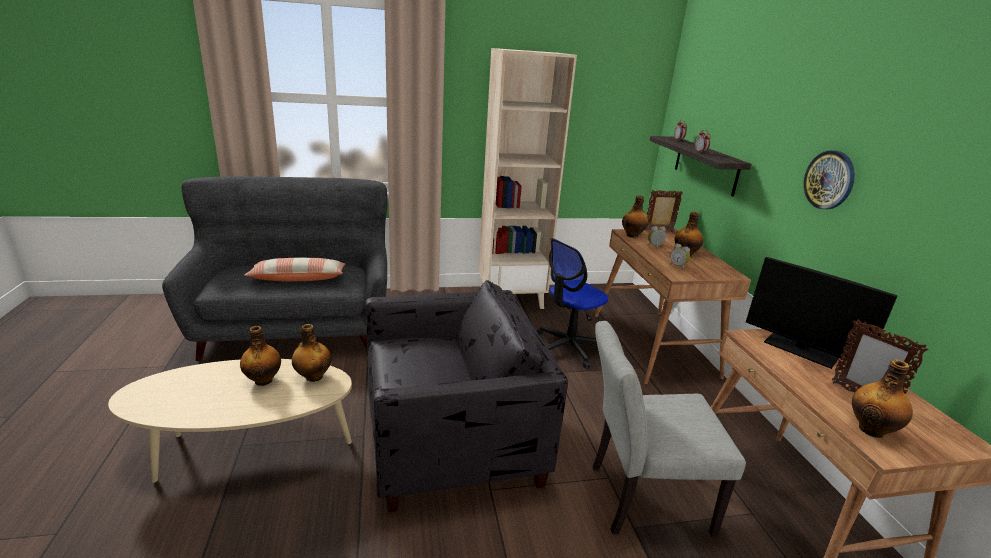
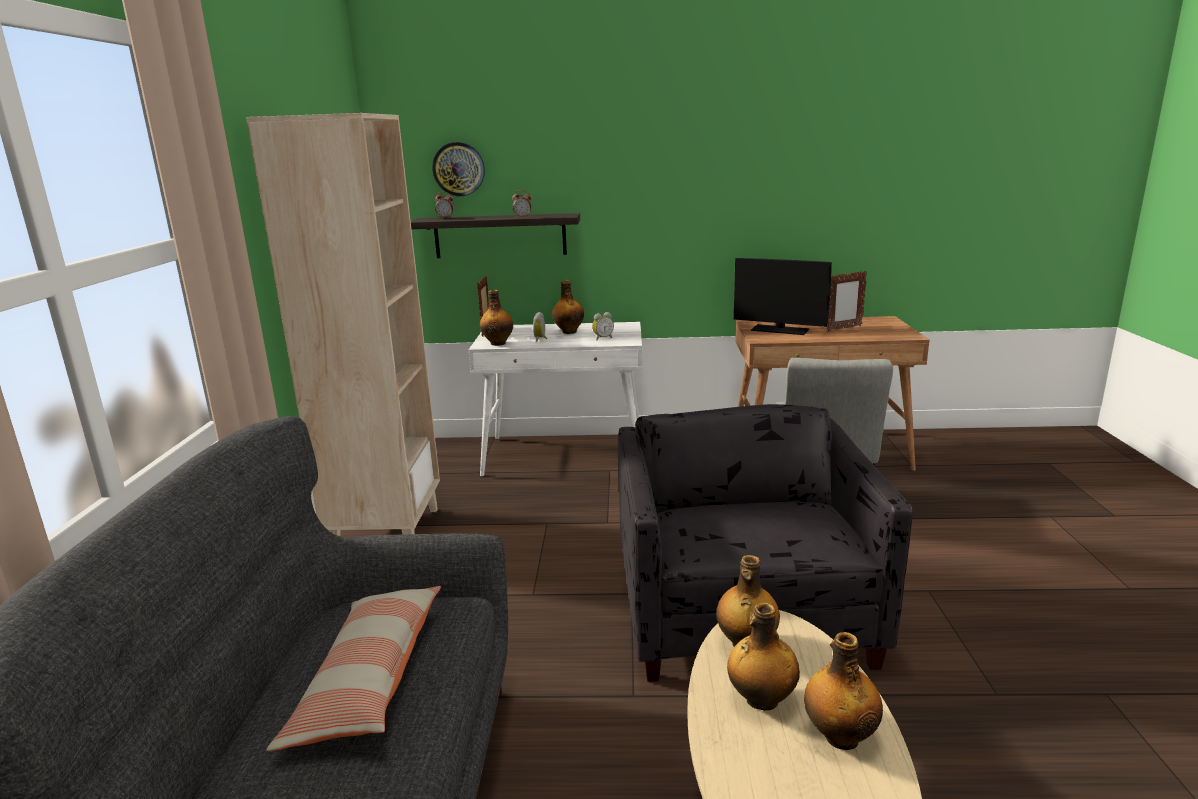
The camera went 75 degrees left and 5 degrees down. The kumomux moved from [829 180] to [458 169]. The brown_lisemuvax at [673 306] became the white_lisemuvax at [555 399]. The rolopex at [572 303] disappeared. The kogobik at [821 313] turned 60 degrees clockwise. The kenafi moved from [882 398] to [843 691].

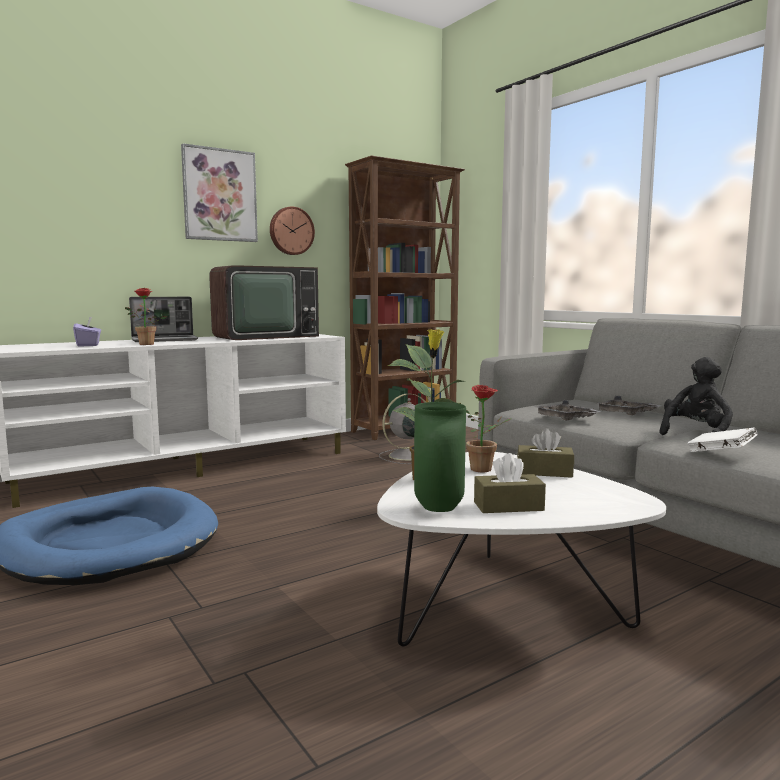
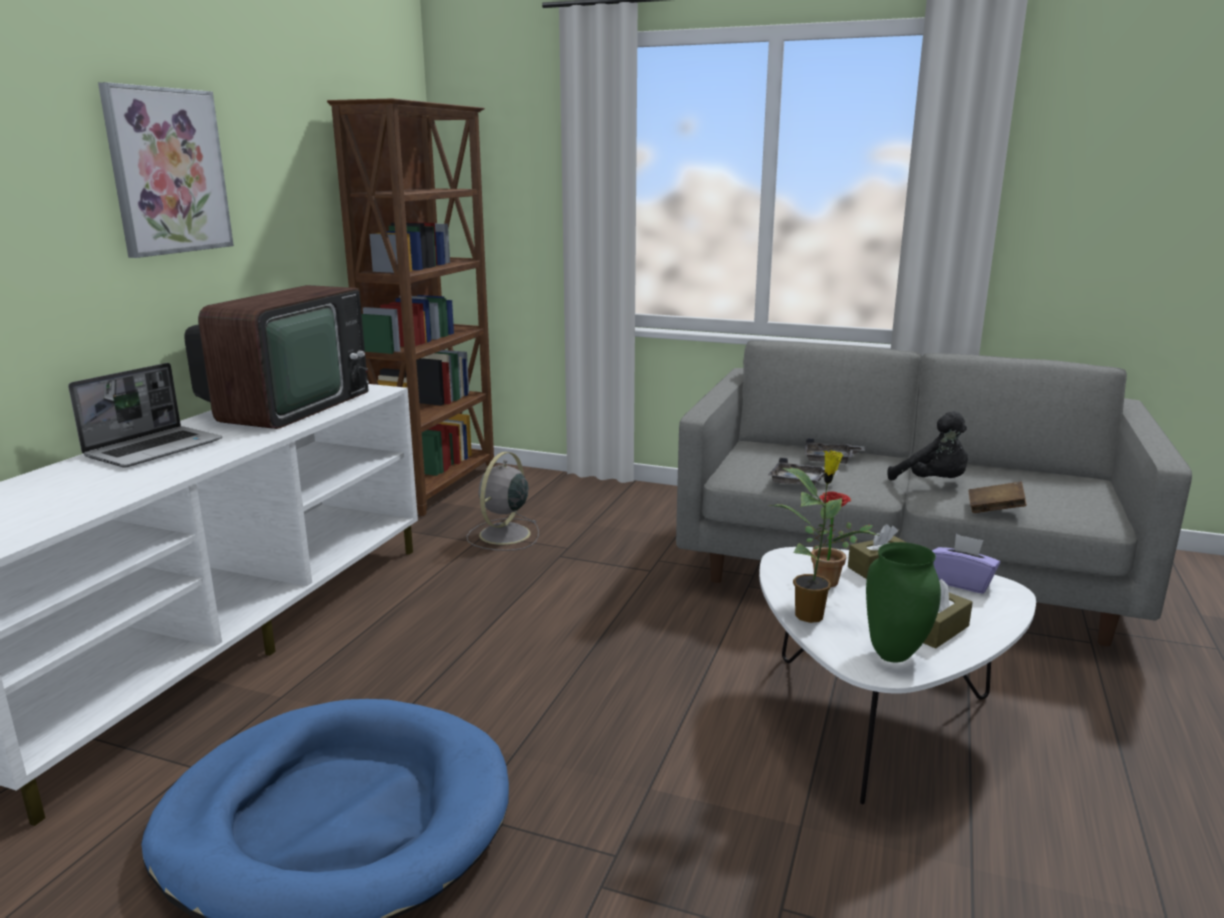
The camera went 35 degrees left and 10 degrees up. The kumomux at [292 230] disappeared. The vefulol at [146 316] disappeared. The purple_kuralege moved from [87 332] to [966 564]. The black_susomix at [696 396] turned 135 degrees clockwise. The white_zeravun at [722 439] became the brown_zeravun at [998 497].

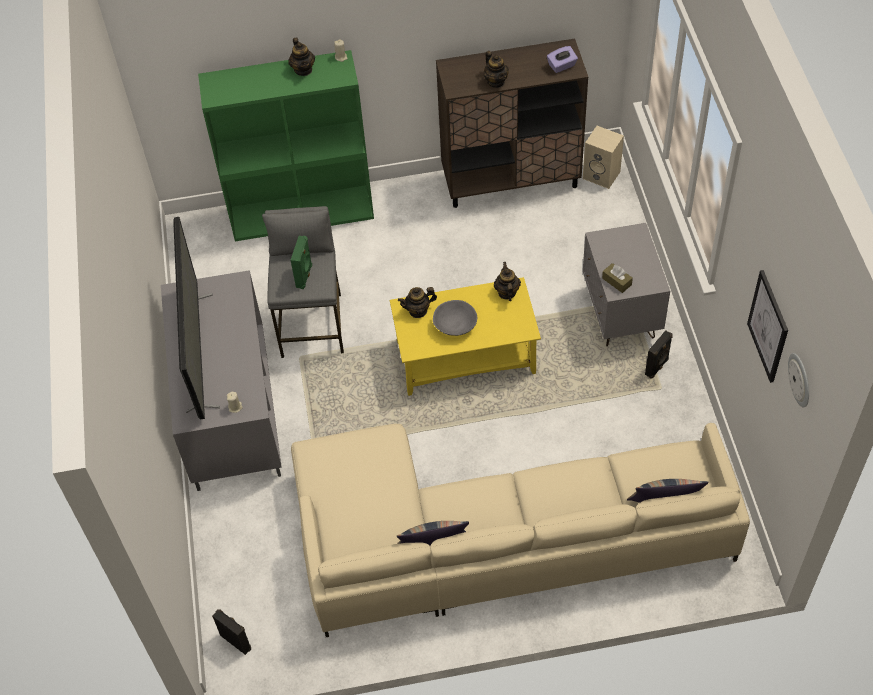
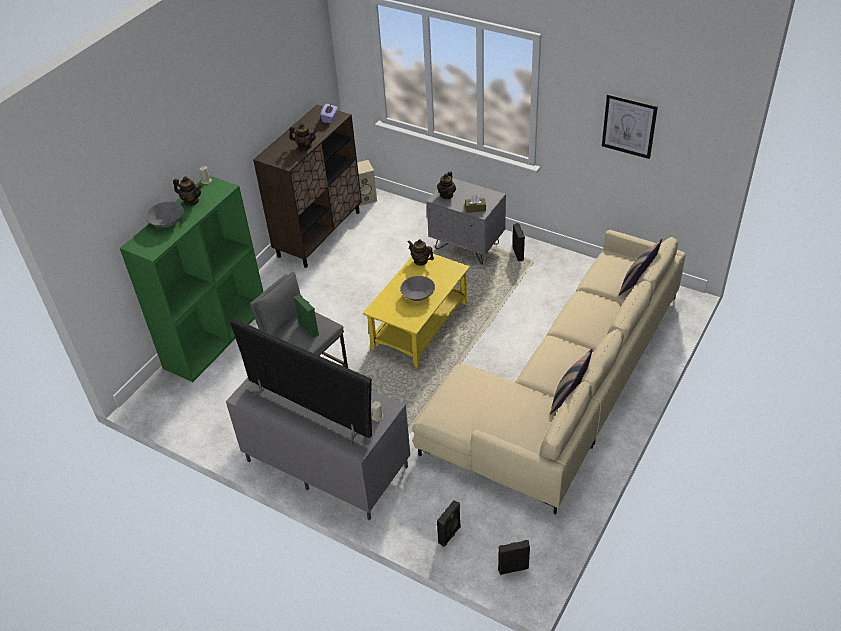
The camera went 50 degrees left and 10 degrees down. The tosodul moved from [417 302] to [446 185]. The kumomux at [798 380] disappeared. The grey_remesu at [164 214] appeared. The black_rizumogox at [449 523] appeared.

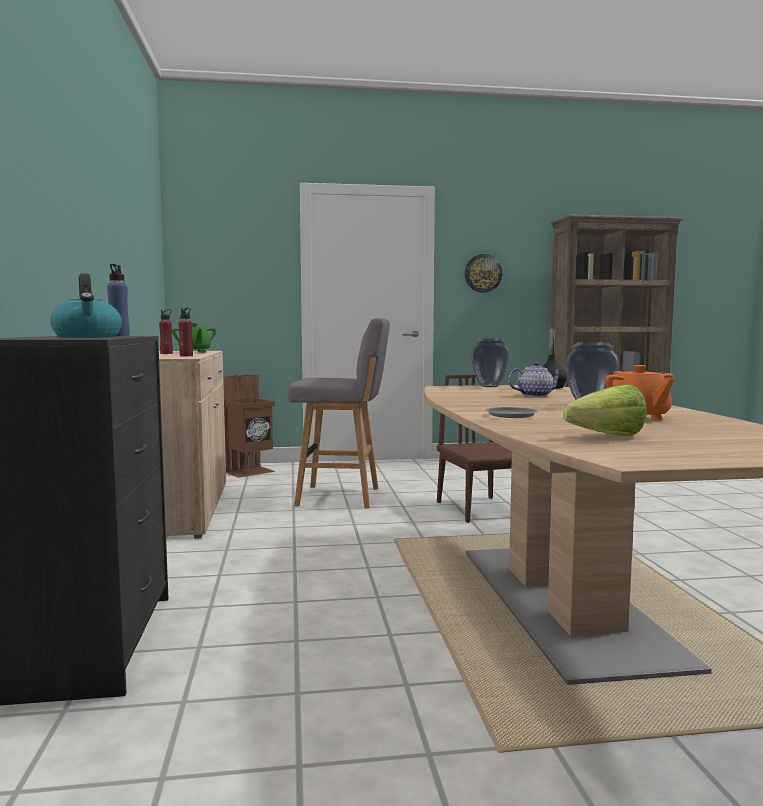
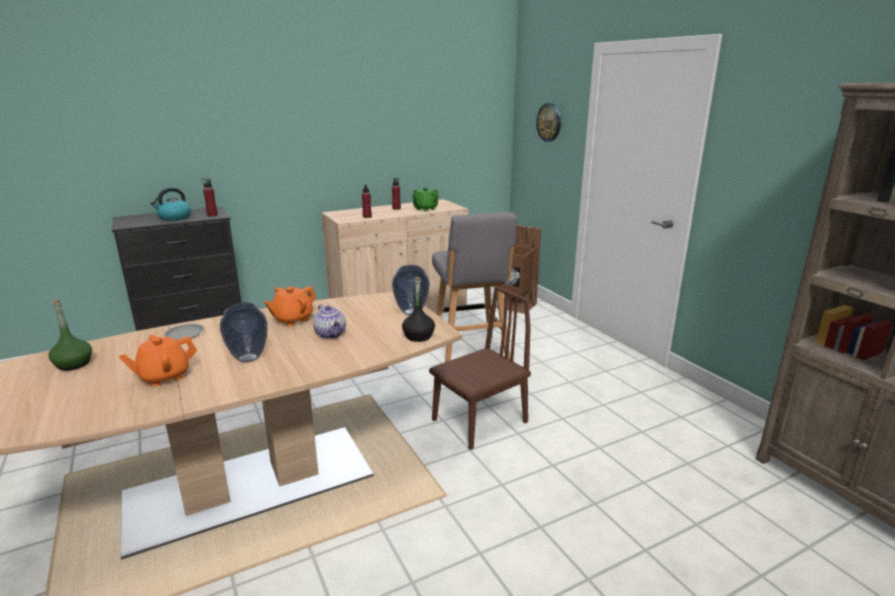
The camera went 70 degrees right and 15 degrees up. The kumomux moved from [483 273] to [548 122]. The blue_kenafi at [118 300] became the red_kenafi at [209 197]. The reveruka at [605 410] was replaced by the green_kenafi at [70 335]. The orange_tosodul at [290 306] appeared.

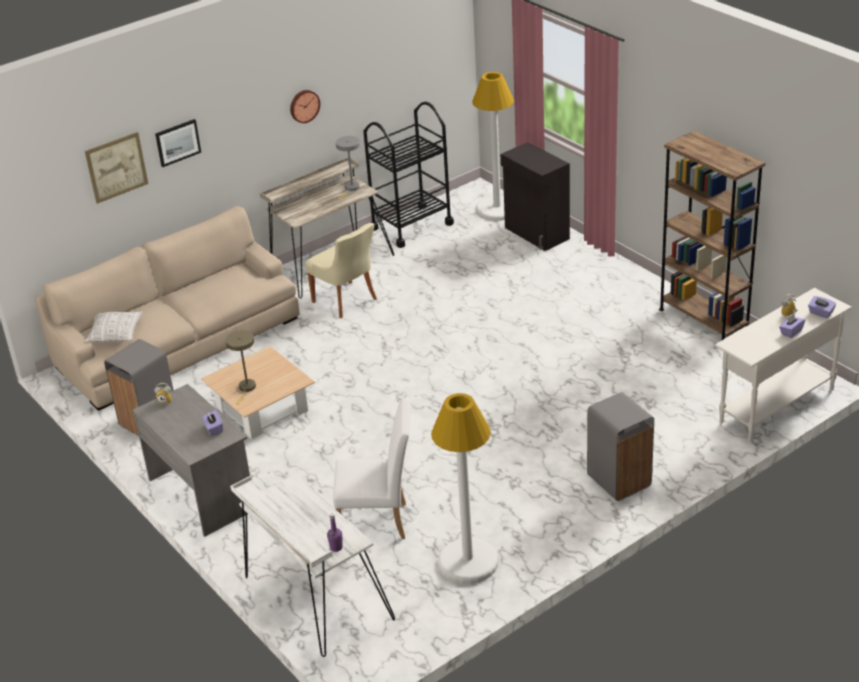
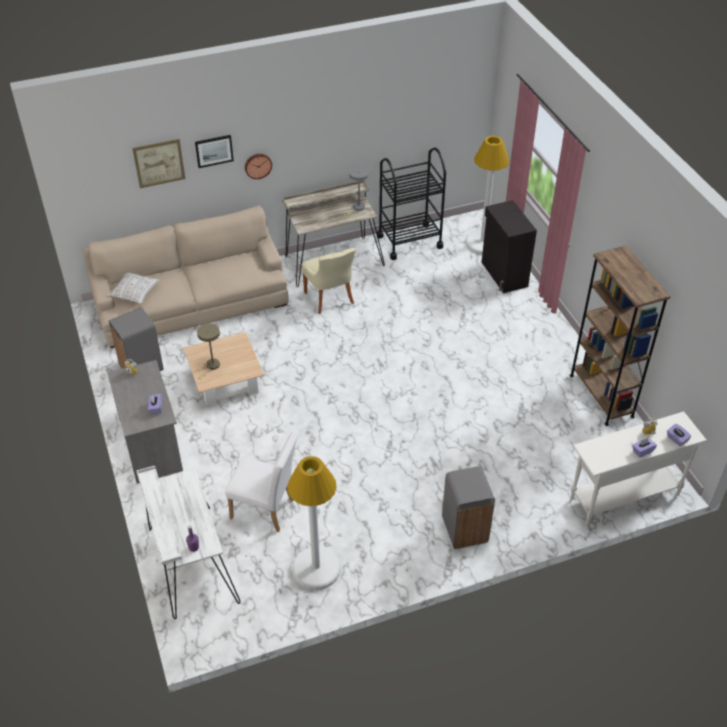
The camera went 15 degrees right and 10 degrees up. The kumomux moved from [305 106] to [258 166].

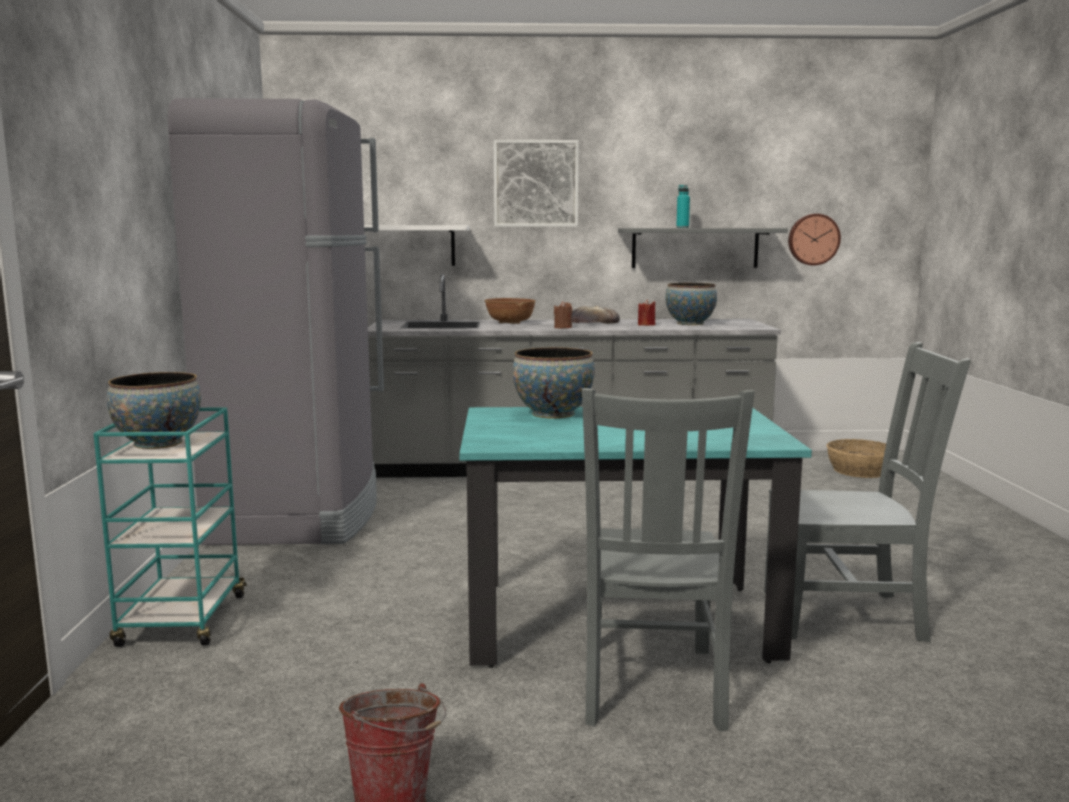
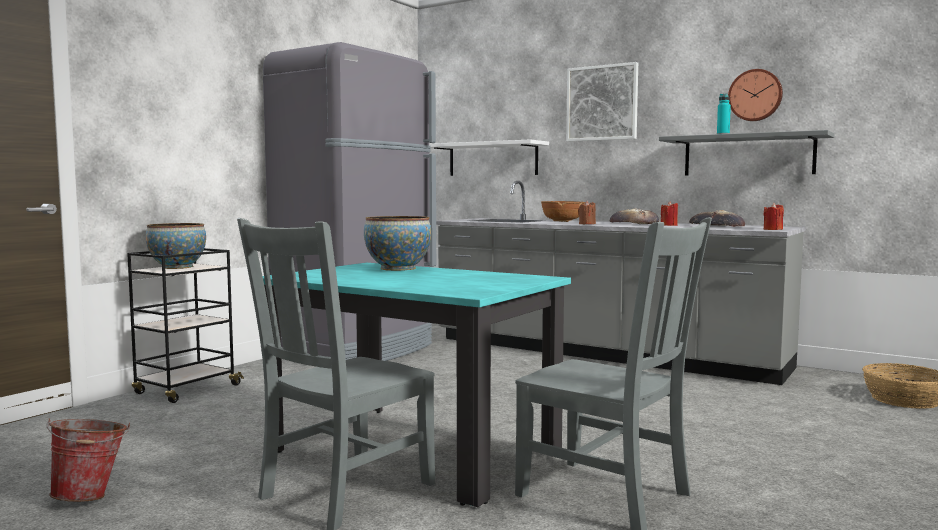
The camera went 35 degrees right and 5 degrees down. The kumomux moved from [814 240] to [755 95]. The remesu at [691 304] was replaced by the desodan at [717 218]. The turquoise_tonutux at [169 527] became the black_tonutux at [185 325]. The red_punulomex at [773 216] appeared.

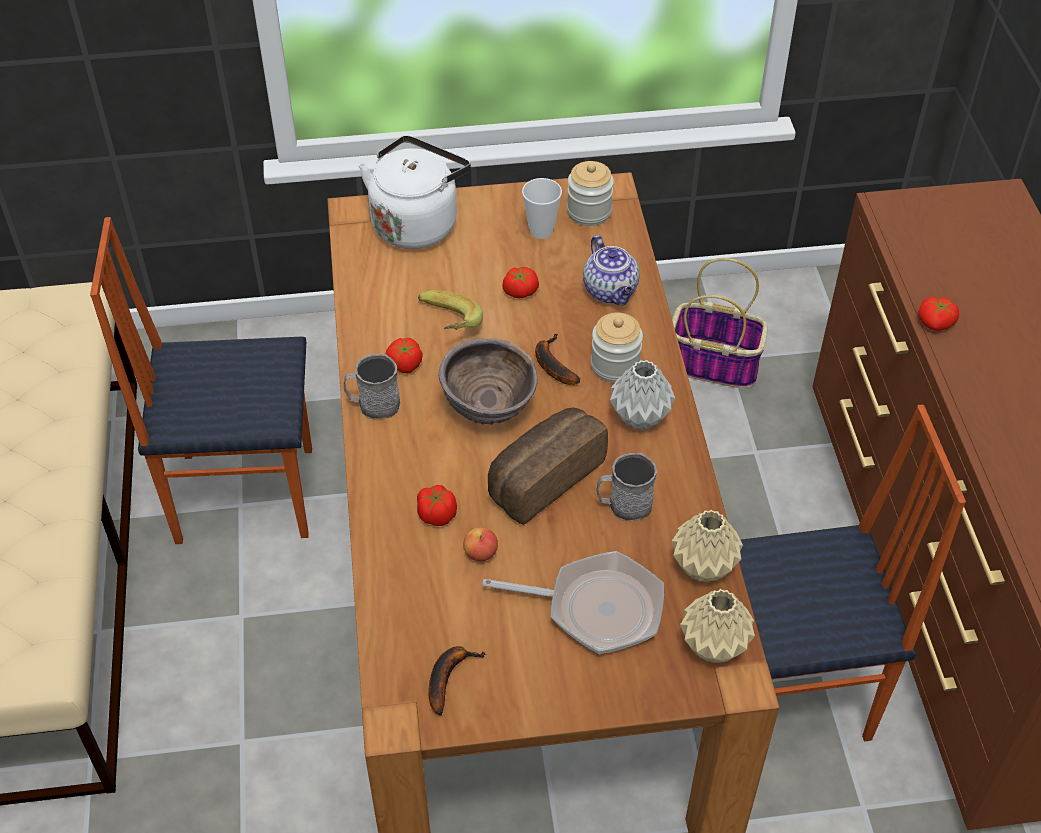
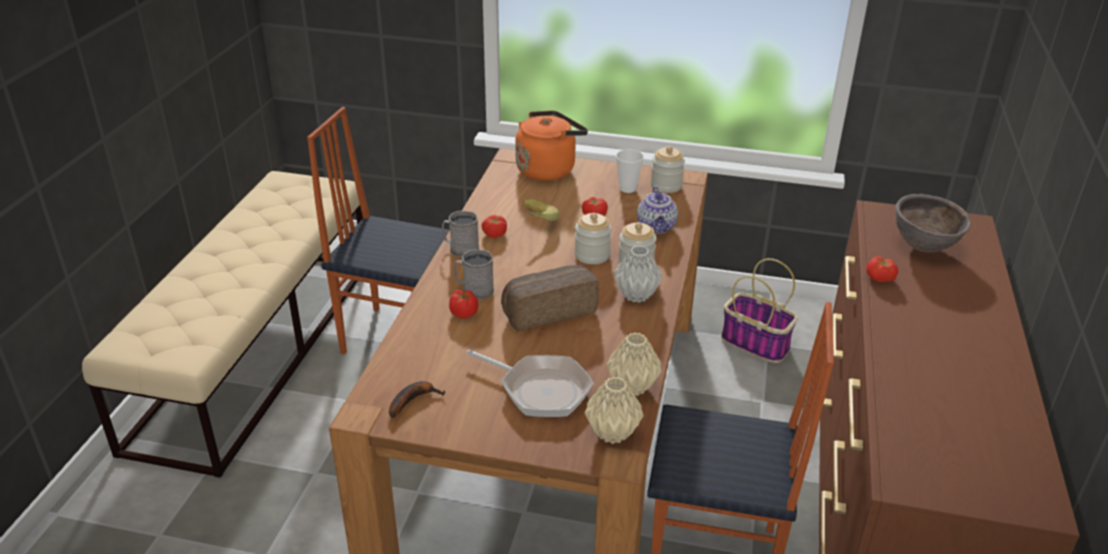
The camera went 20 degrees right and 15 degrees down. The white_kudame at [415 192] became the orange_kudame at [551 145]. The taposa at [557 359] was replaced by the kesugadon at [593 238]. The brown_remesu moved from [488 381] to [933 223]. The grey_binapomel moved from [626 487] to [474 274]. The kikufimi at [480 544] disappeared.

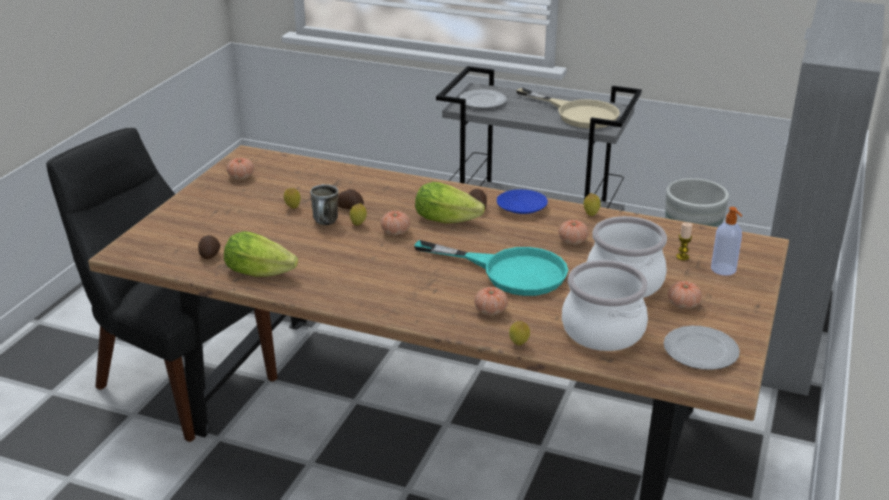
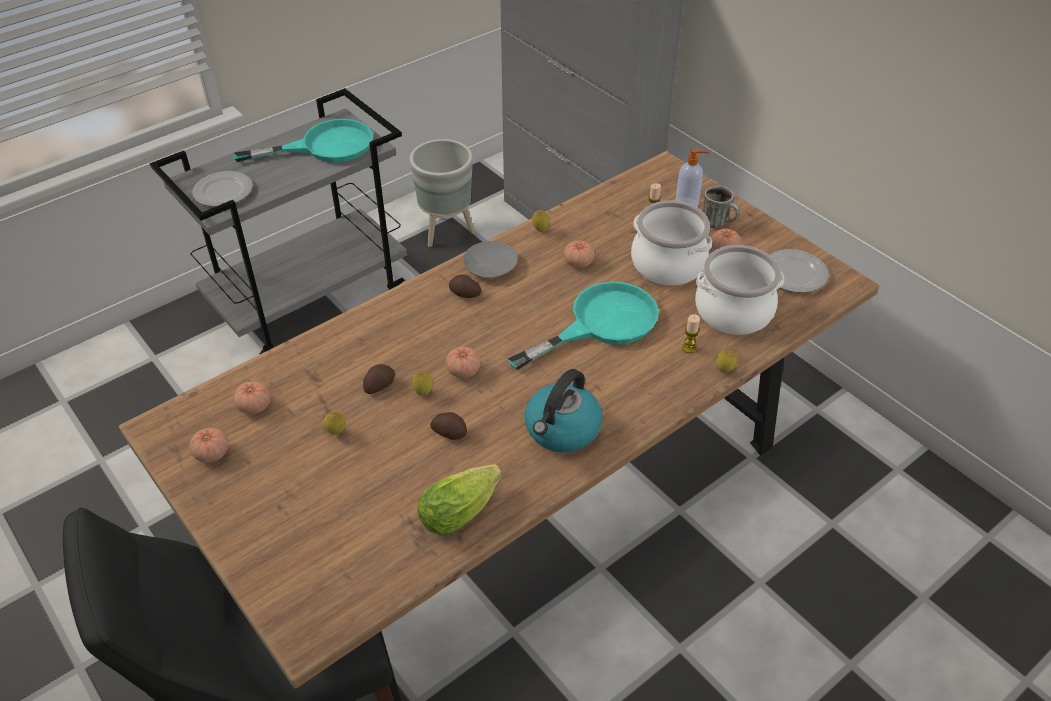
The camera went 60 degrees left and 15 degrees up. The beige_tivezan at [568 108] became the turquoise_tivezan at [303 141]. The reveruka at [450 202] disappeared. The binapomel moved from [324 204] to [721 207]. The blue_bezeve at [522 201] became the grey_bezeve at [490 259]. The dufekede moved from [209 247] to [448 426]. The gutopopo moved from [491 301] to [252 397]. The punulomex at [691 333] appeared. The kudame at [564 411] appeared.

